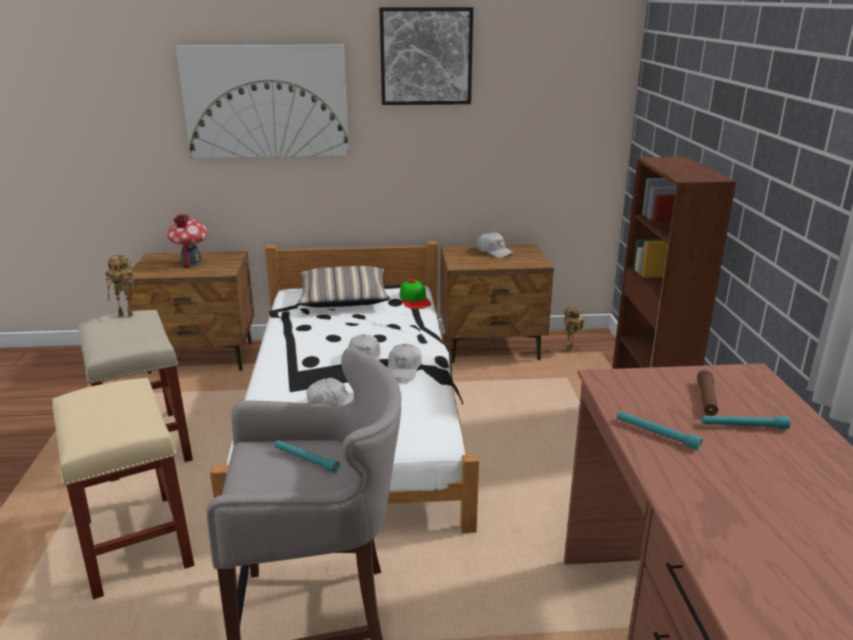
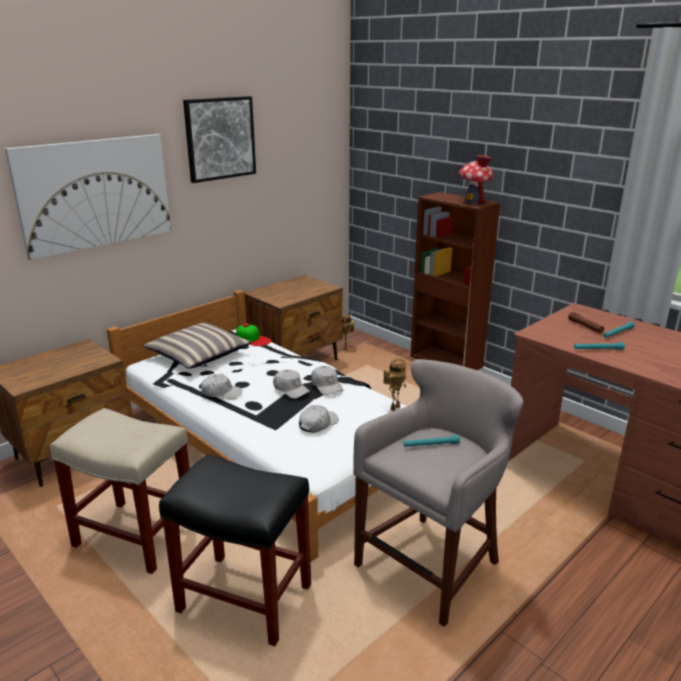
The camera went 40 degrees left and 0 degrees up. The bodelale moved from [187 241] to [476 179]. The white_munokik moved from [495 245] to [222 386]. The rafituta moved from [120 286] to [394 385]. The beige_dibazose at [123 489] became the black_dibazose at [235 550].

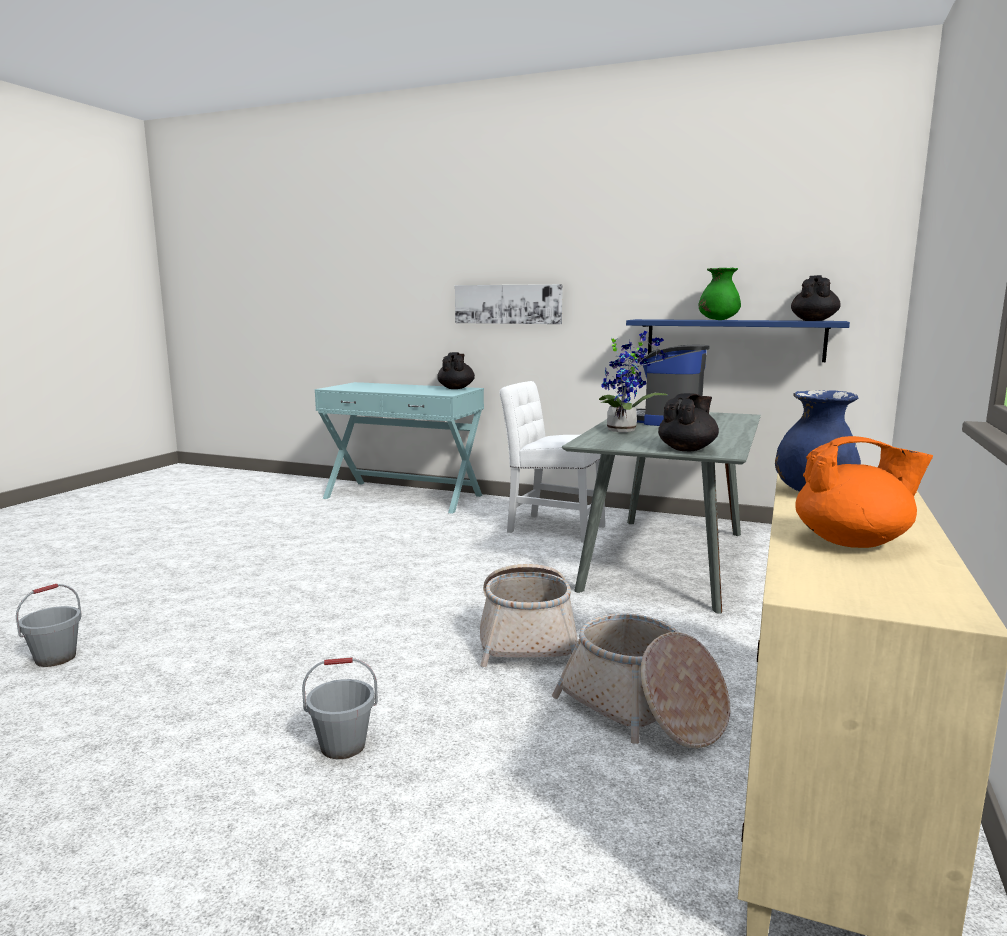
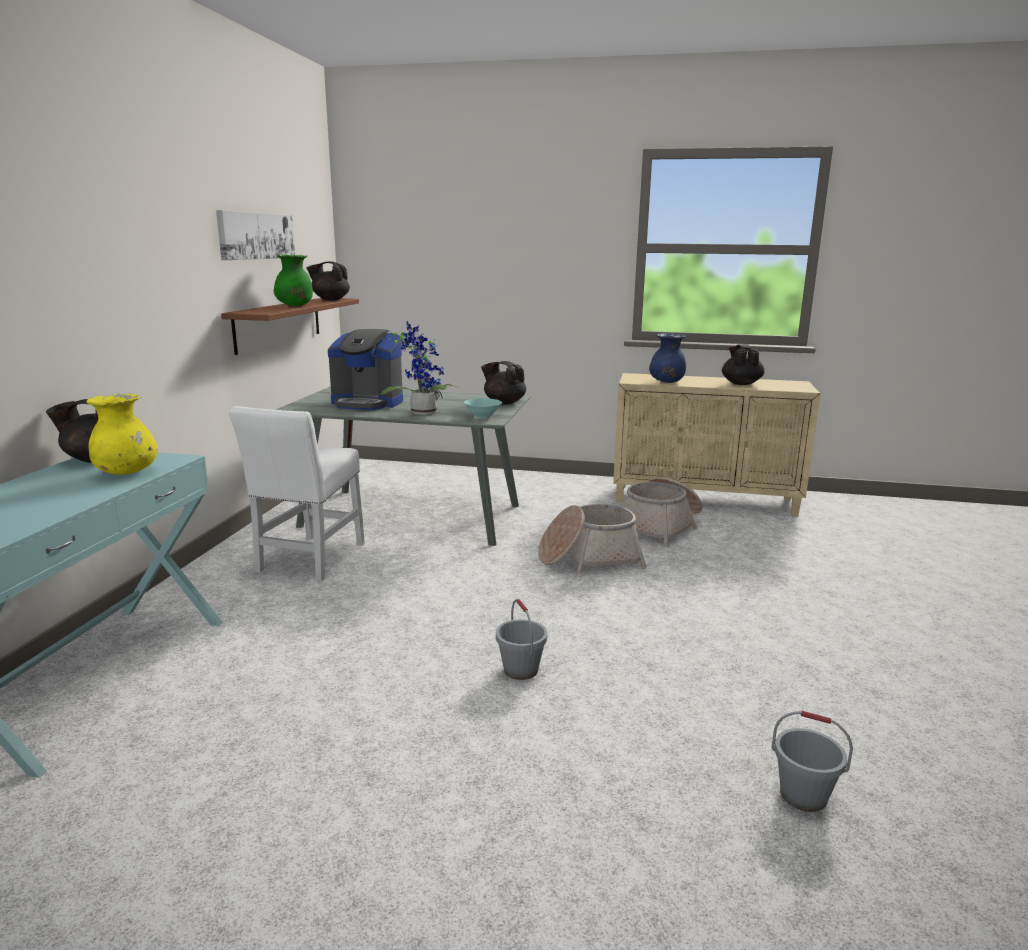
The camera went 100 degrees left and 5 degrees up. The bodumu moved from [509 304] to [255 235]. The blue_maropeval at [738 340] became the brown_maropeval at [290 326]. The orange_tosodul at [864 492] became the black_tosodul at [743 364]. The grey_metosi moved from [340 708] to [521 639]. The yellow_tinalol at [122 434] appeared. The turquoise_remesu at [483 408] appeared.

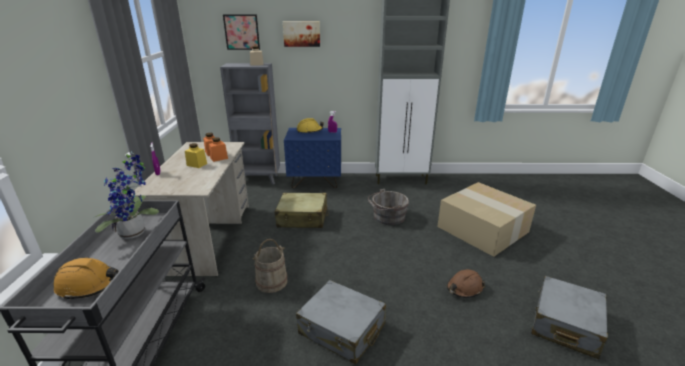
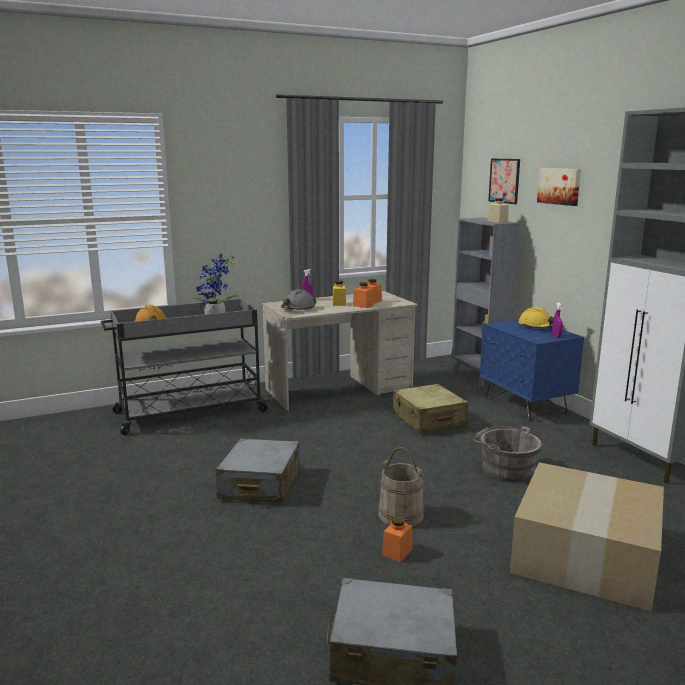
The camera went 65 degrees right and 10 degrees down. The beige_metosi moved from [269 266] to [401 487]. The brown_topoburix at [466 283] was replaced by the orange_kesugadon at [397 539]. The grey_topoburix at [299 299] appeared.

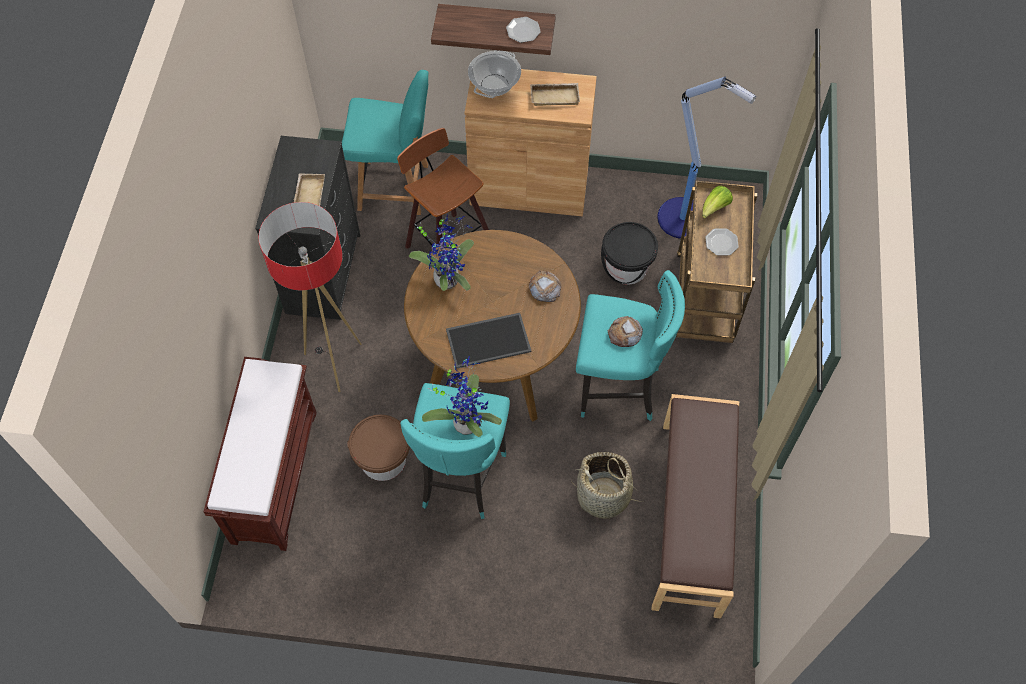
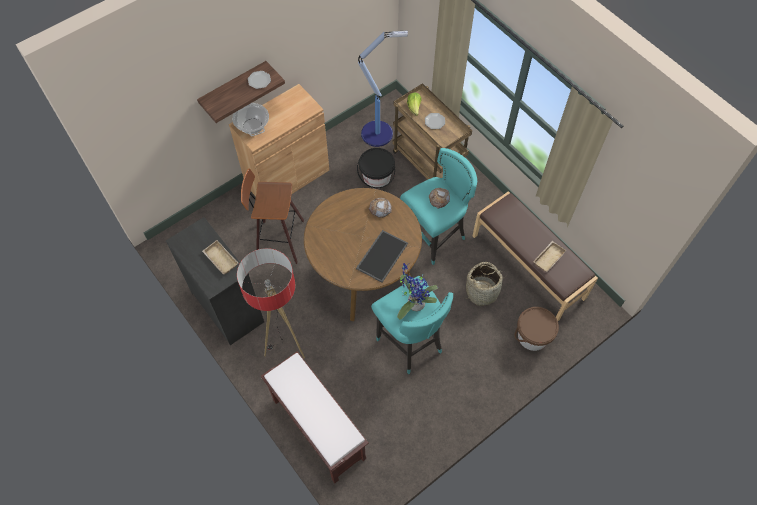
The camera went 45 degrees left and 0 degrees up. The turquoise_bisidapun at [385 142] disappeared. The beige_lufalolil moved from [555 94] to [550 256]. The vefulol at [441 253] disappeared. The brown_metosi moved from [378 448] to [536 329].

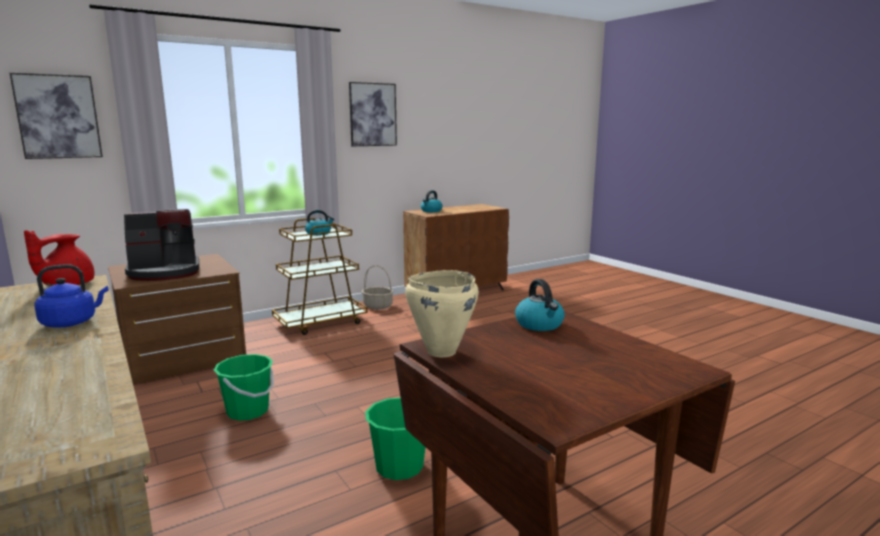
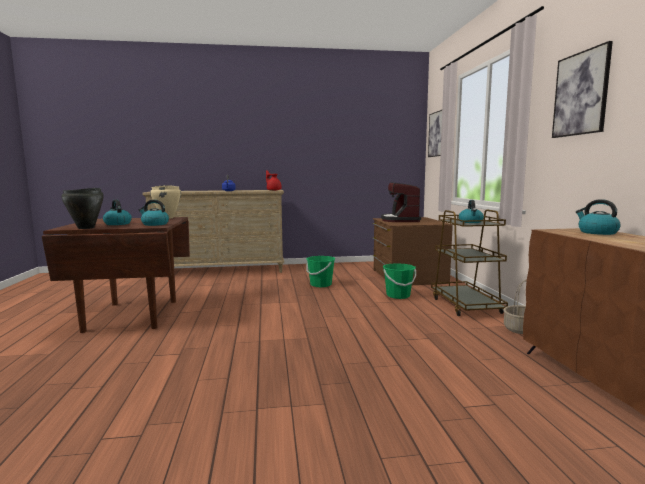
The camera went 115 degrees right and 5 degrees down. The green_metosi moved from [395 438] to [399 281]. The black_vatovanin at [82 208] appeared. The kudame at [117 212] appeared.

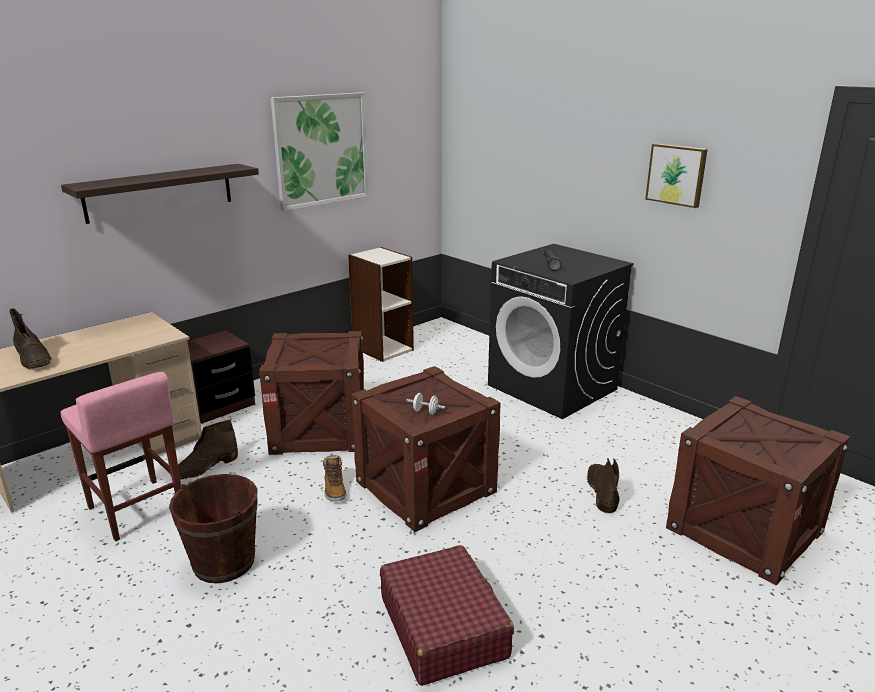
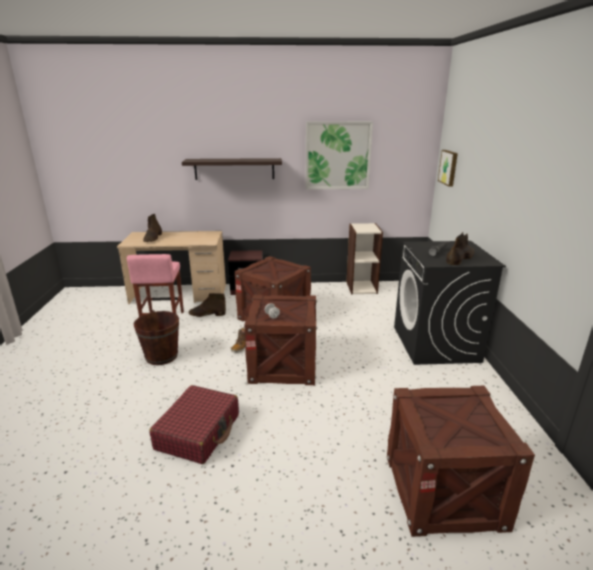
The camera went 40 degrees right and 0 degrees up. The bodumu moved from [676 175] to [448 168]. The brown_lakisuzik moved from [603 485] to [460 248].

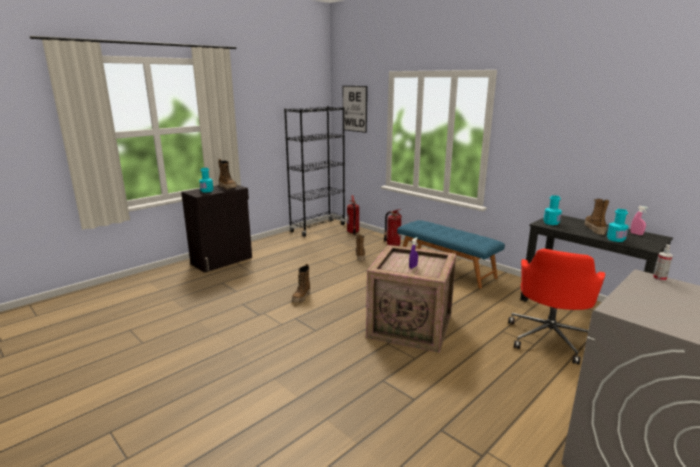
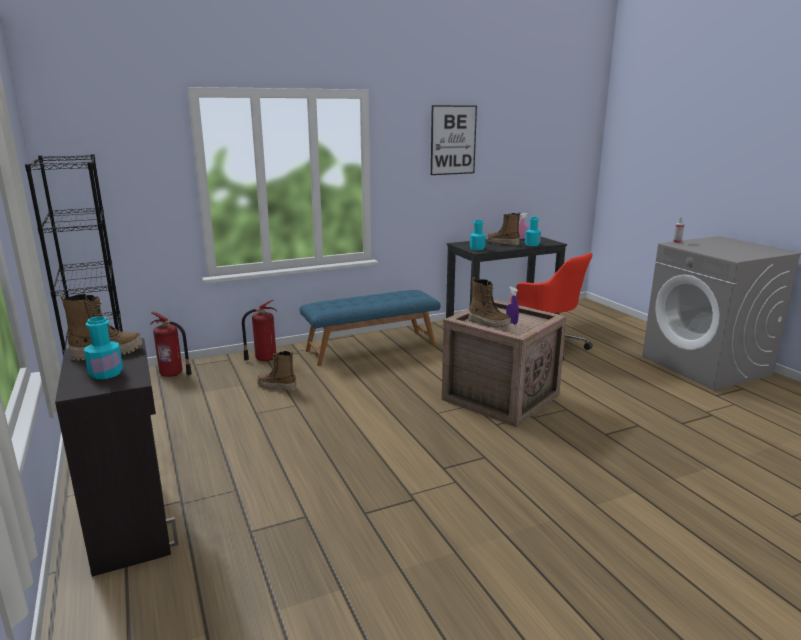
The camera went 70 degrees left and 0 degrees up. The bodumu moved from [355 109] to [454 140]. The lakisuzik moved from [301 283] to [489 302].

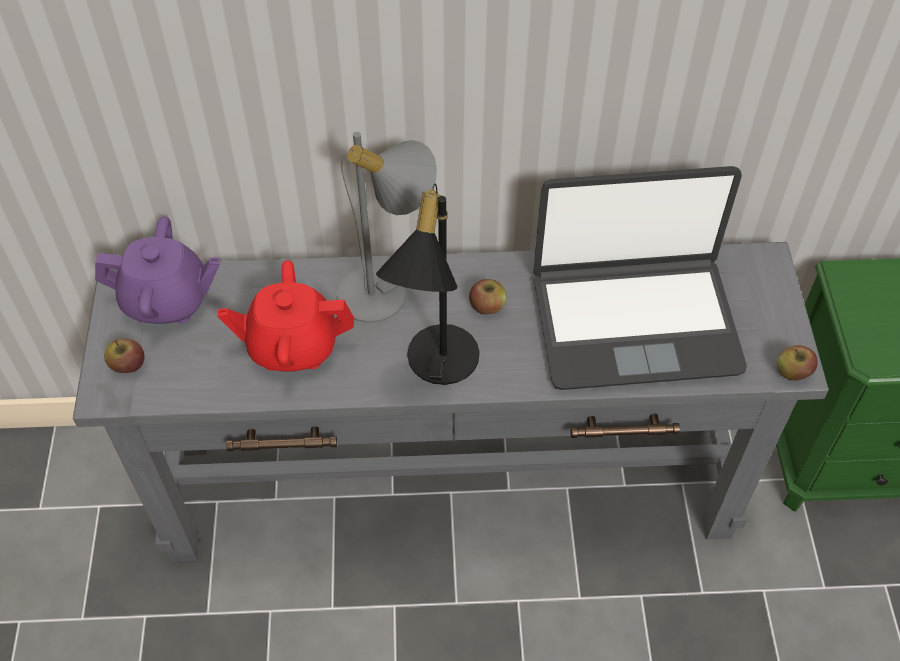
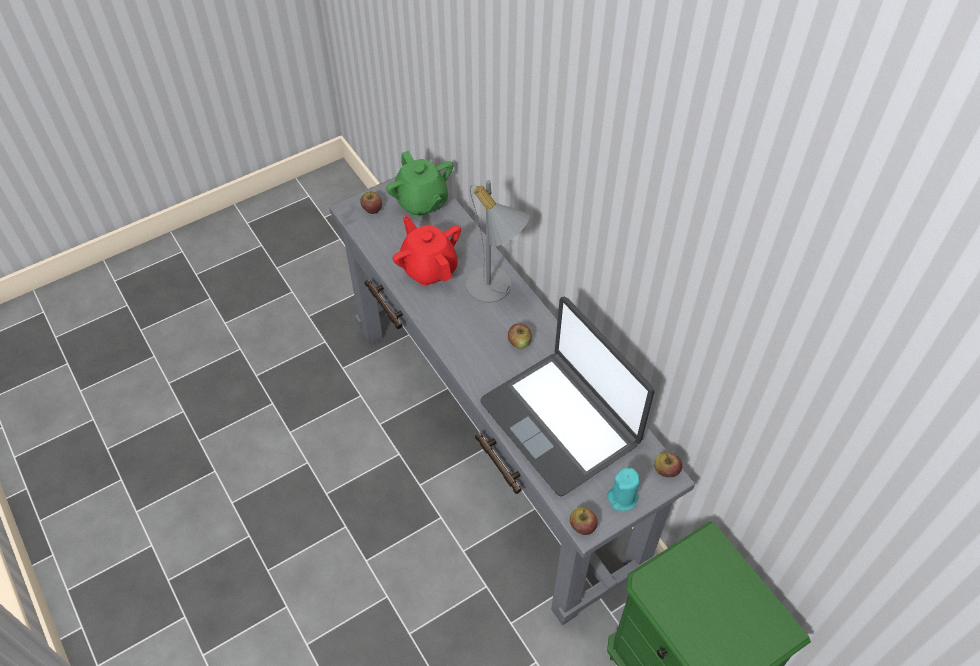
The camera went 60 degrees right and 0 degrees up. The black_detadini at [428 284] disappeared. The purple_tosodul at [157 270] became the green_tosodul at [419 184]. The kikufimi at [668 464] appeared. The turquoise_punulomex at [623 489] appeared.

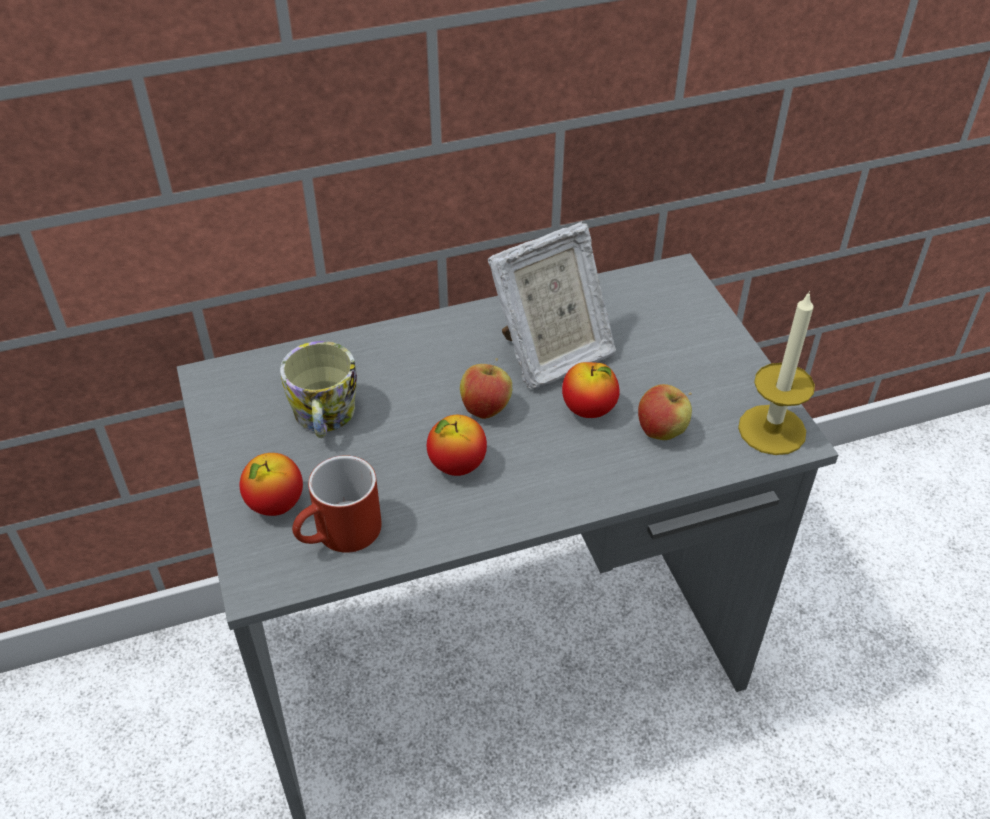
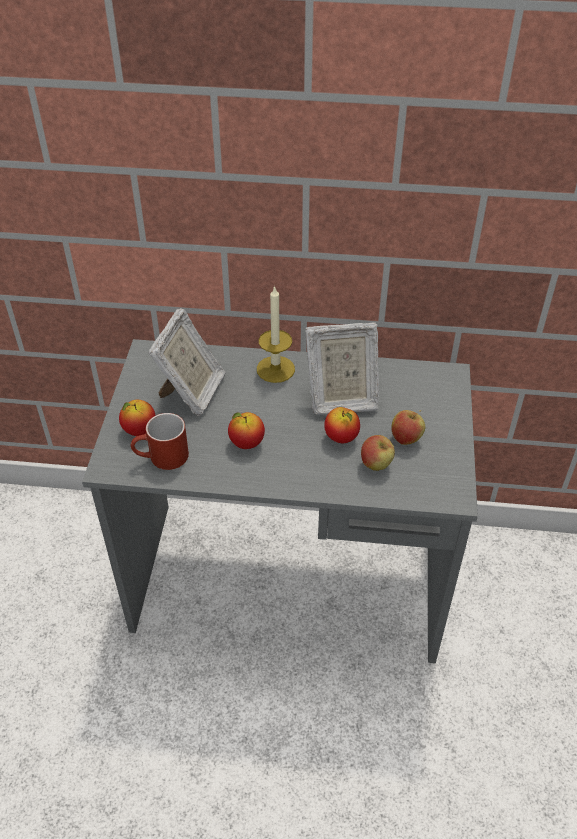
The camera went 25 degrees right and 0 degrees up. The punulomex moved from [776 373] to [276 334]. The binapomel at [318 389] was replaced by the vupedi at [187 362]. The kikufimi moved from [486 388] to [408 427].

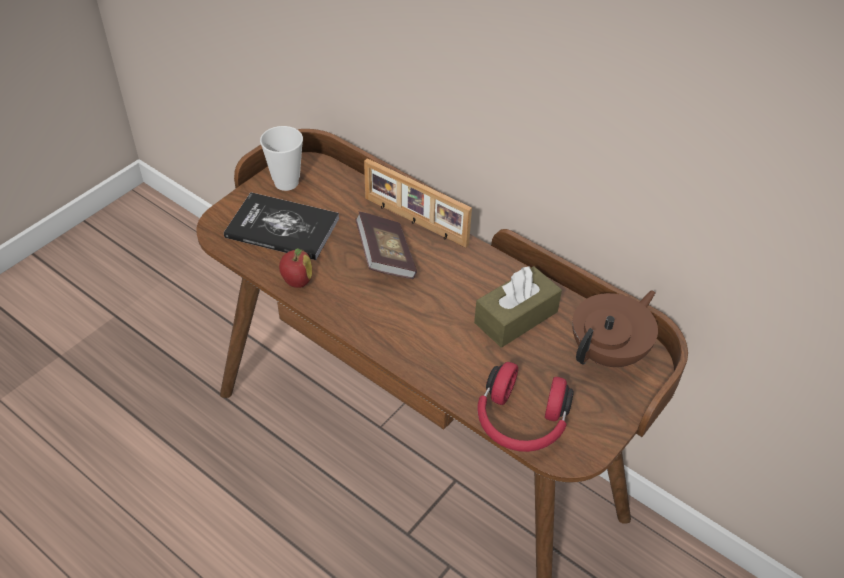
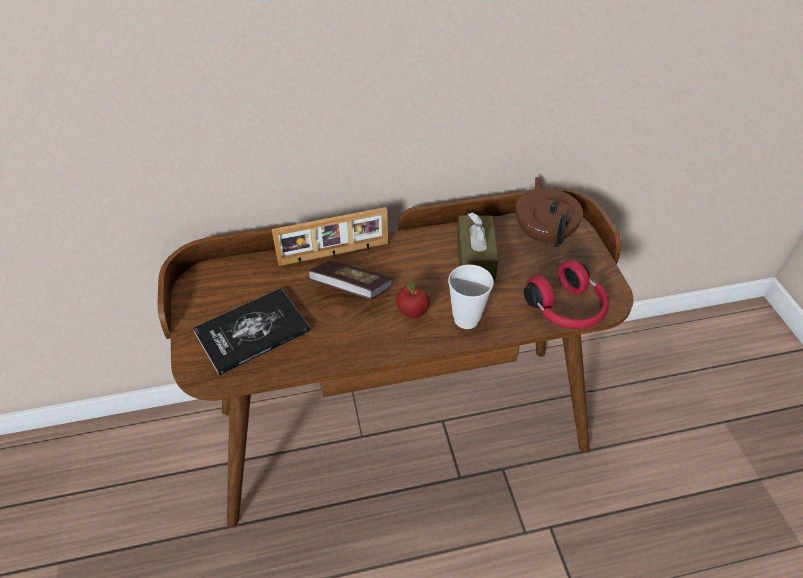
The camera went 50 degrees left and 0 degrees up. The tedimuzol moved from [281 158] to [471 297]. The kikufimi moved from [296 268] to [413 301].

